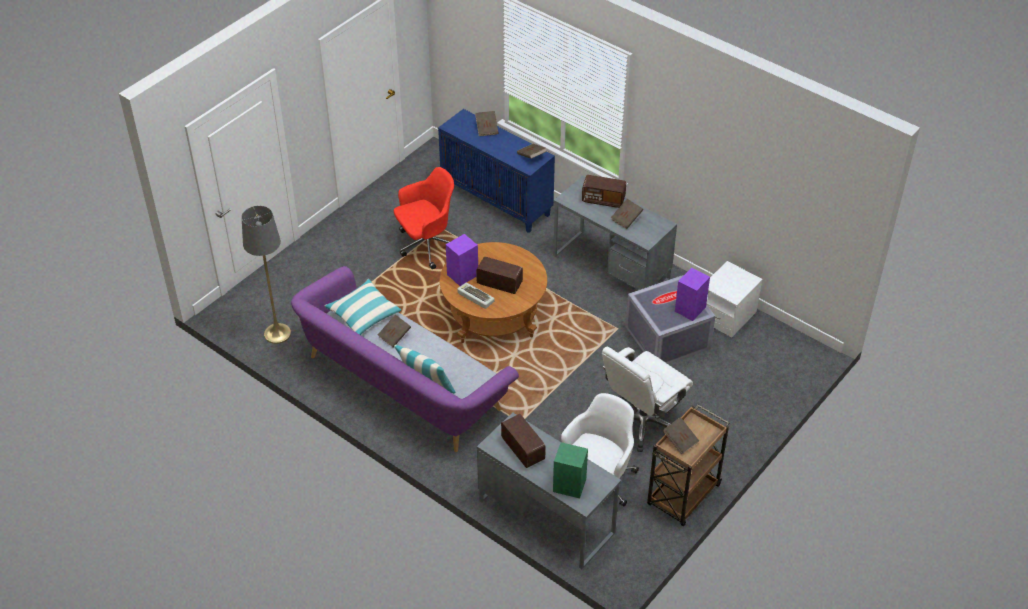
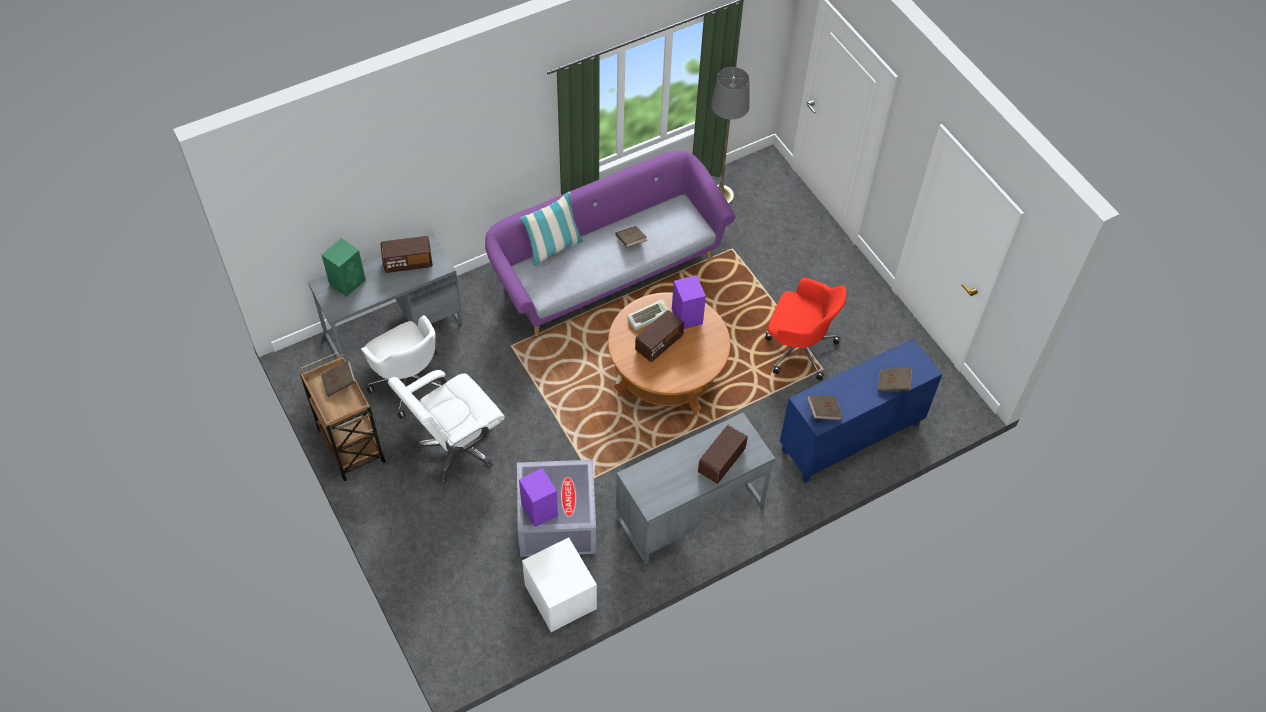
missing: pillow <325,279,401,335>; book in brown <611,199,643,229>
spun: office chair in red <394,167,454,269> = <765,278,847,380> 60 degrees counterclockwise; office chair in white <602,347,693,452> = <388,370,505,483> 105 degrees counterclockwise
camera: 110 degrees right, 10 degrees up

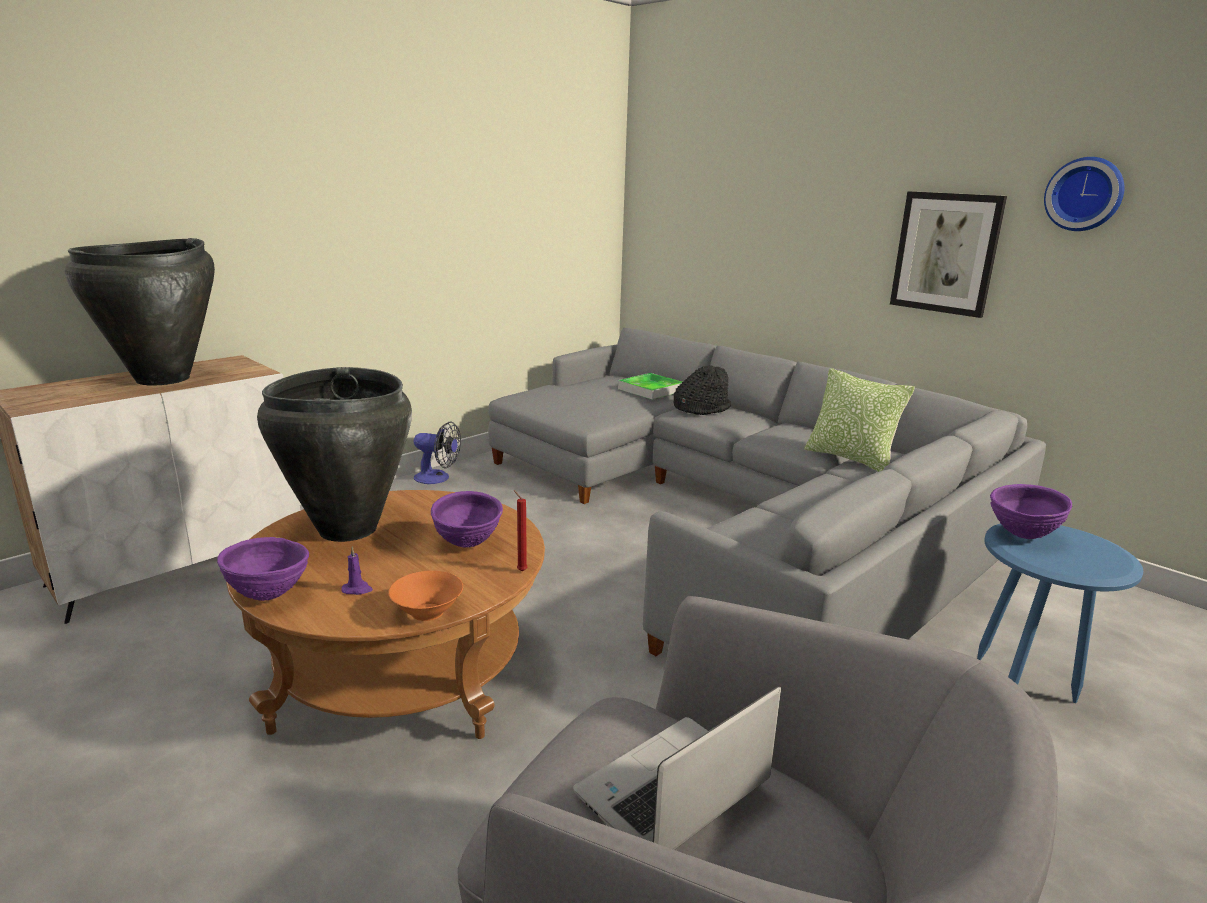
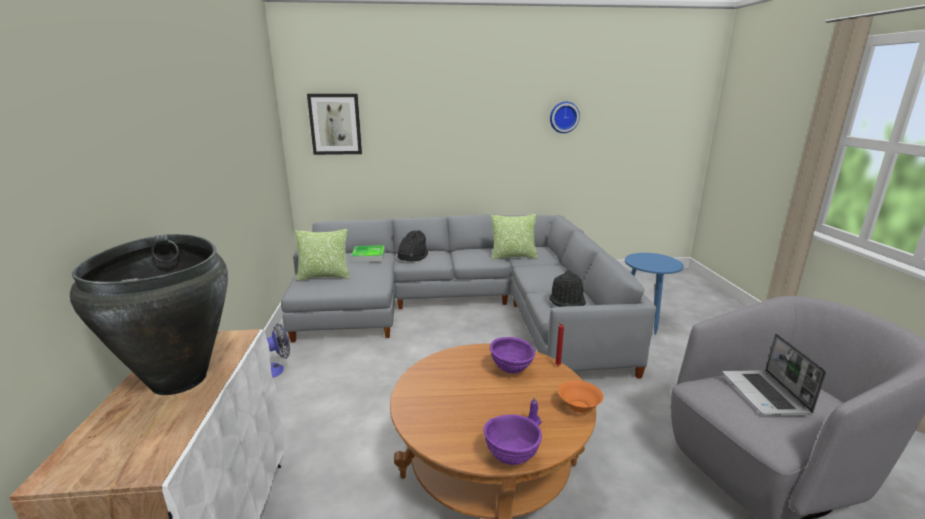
missing: vase in black <257,367,412,542>; bowl in purple <990,484,1072,539>
appeared: pillow <295,229,350,280>; hat in black <549,270,586,307>
relocated: picture <890,191,1007,318> to <307,94,362,155>
camera: 50 degrees left, 0 degrees up

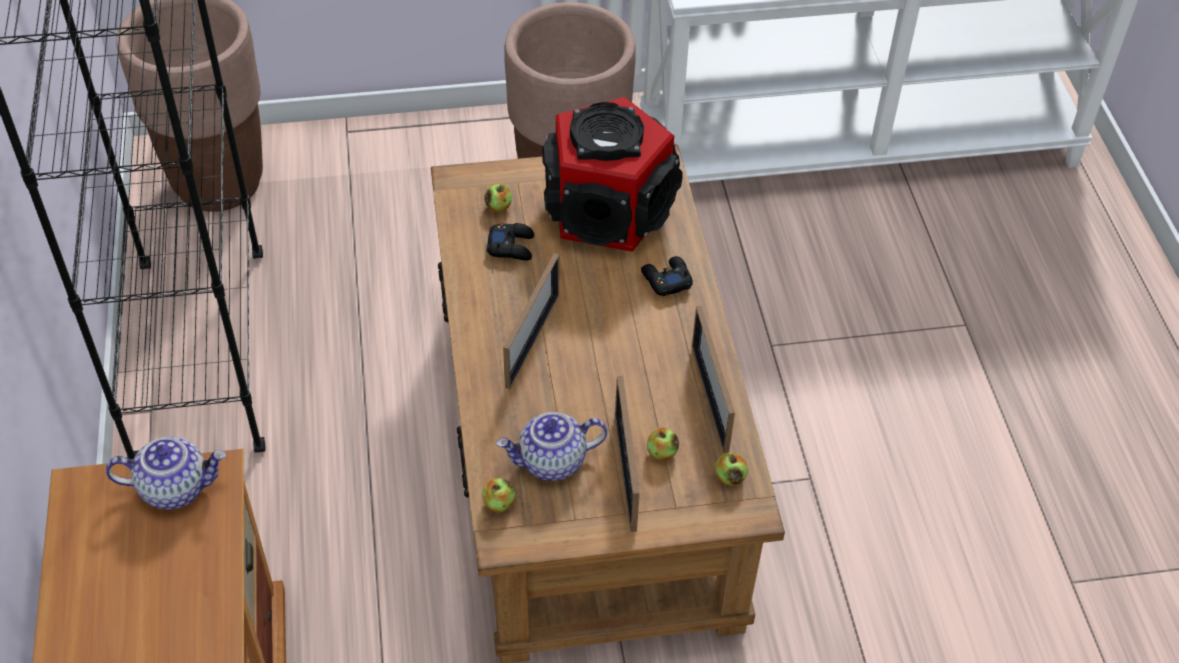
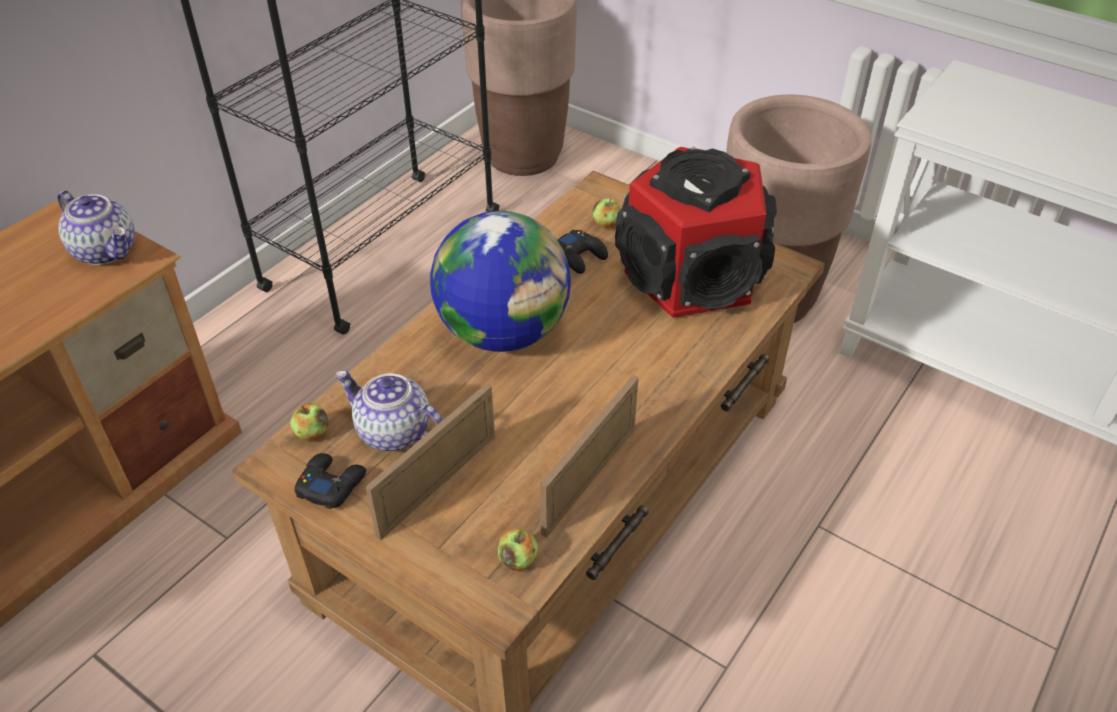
missing: apple <647,427,679,461>
relocated: game controller in black <641,256,693,296> to <295,453,366,509>
exchanged: picture frame <503,253,559,389> to globe <430,211,571,352>
camera: 45 degrees right, 5 degrees down

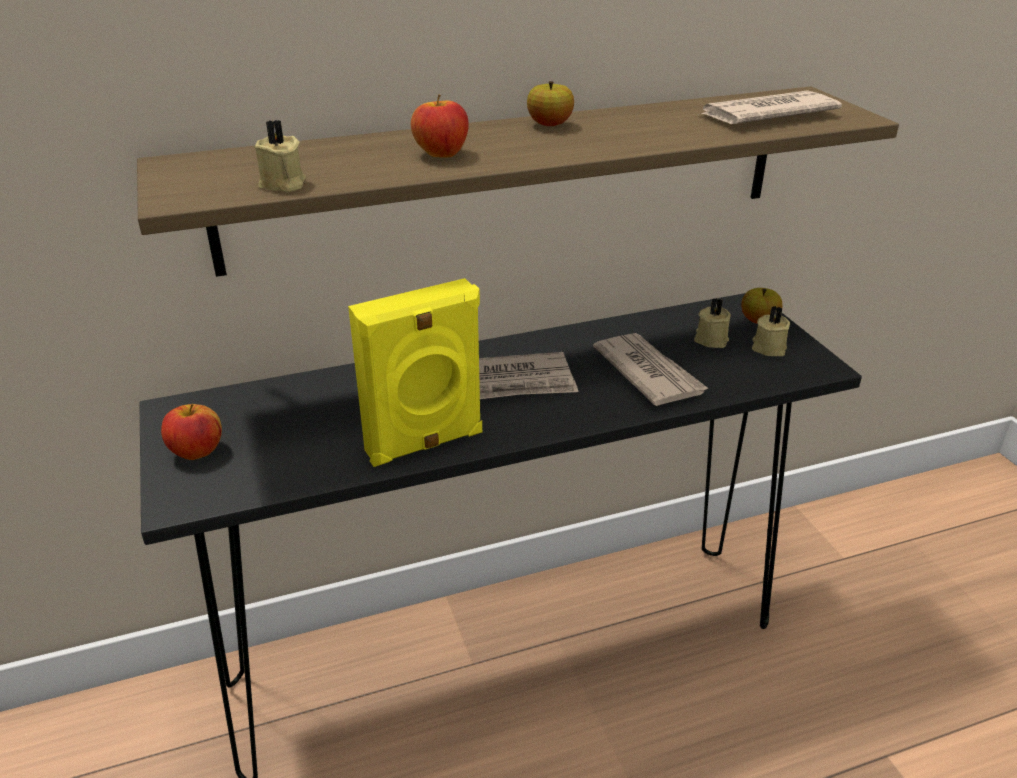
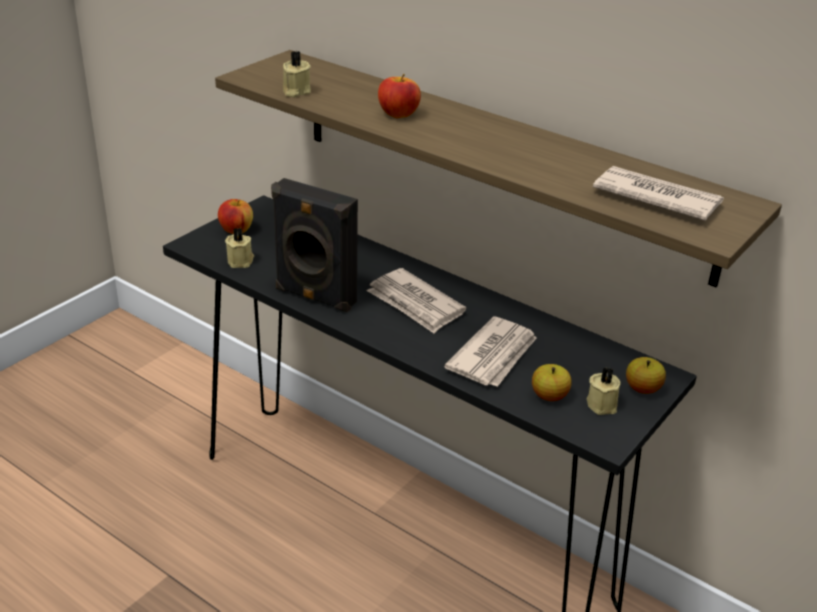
relocated: apple <527,81,574,126> to <532,364,572,401>; candle in beige <694,298,731,348> to <225,228,254,268>
colour: speaker in yellow <348,278,482,467> to speaker in black <271,178,358,313>
camera: 55 degrees right, 0 degrees up

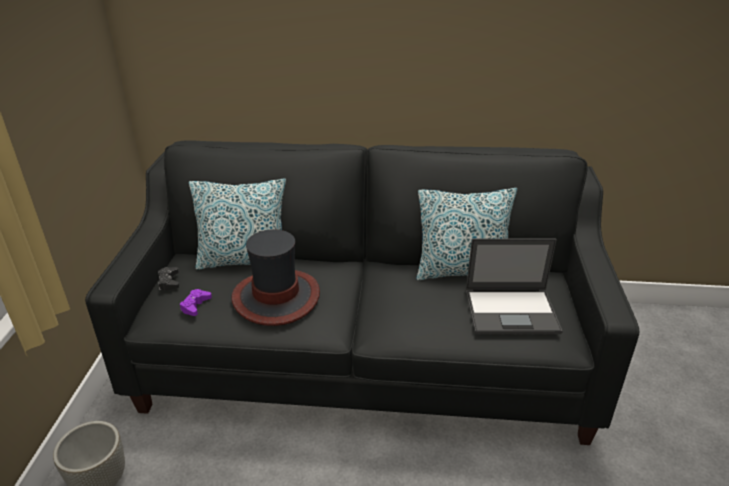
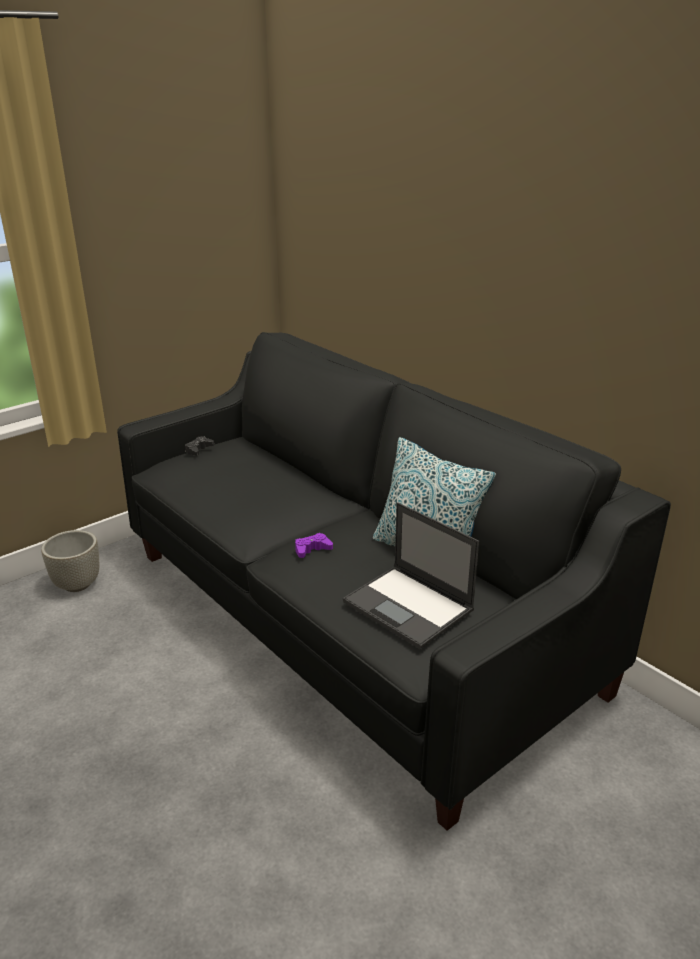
missing: pillow <189,178,286,270>; hat <232,229,320,326>
relocated: game controller in purple <180,289,212,316> to <295,533,333,558>
camera: 45 degrees right, 5 degrees down

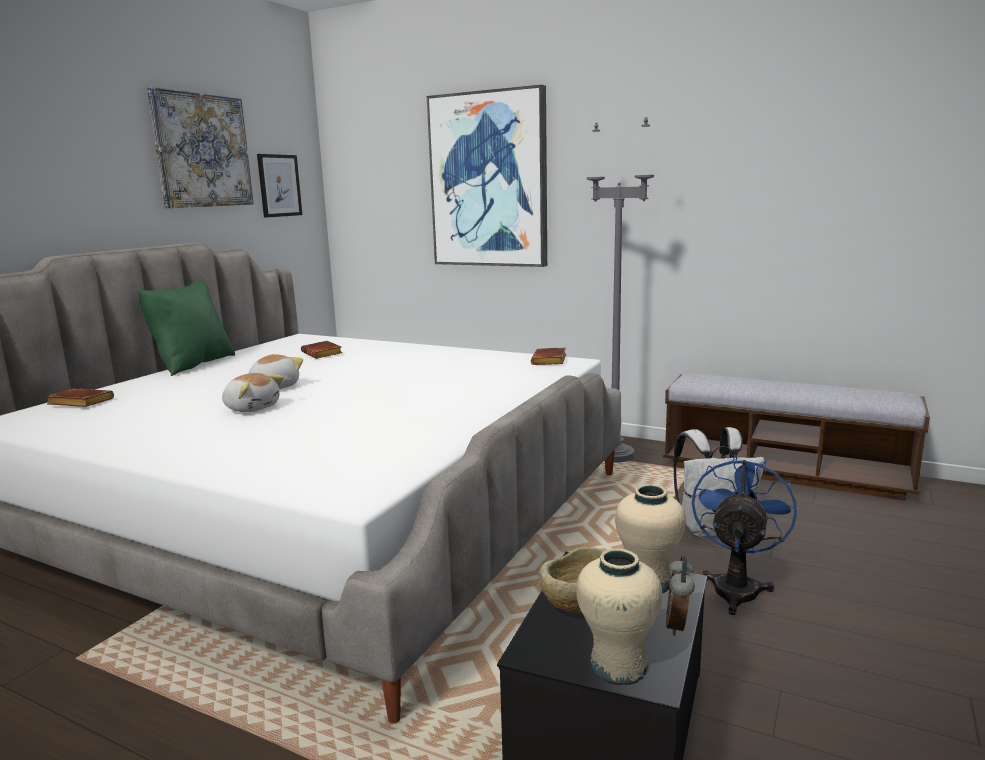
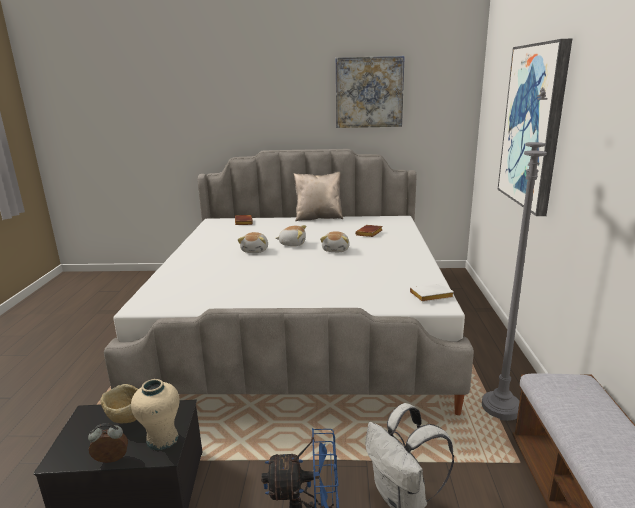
missing: picture <257,154,302,218>; vase in beige <576,548,662,685>
appeared: plush toy <320,231,350,252>
colour: pillow in green <138,280,235,376> to pillow in beige <294,172,343,221>; book in brown <531,347,566,365> to book in white <410,283,454,302>
camera: 65 degrees right, 5 degrees up

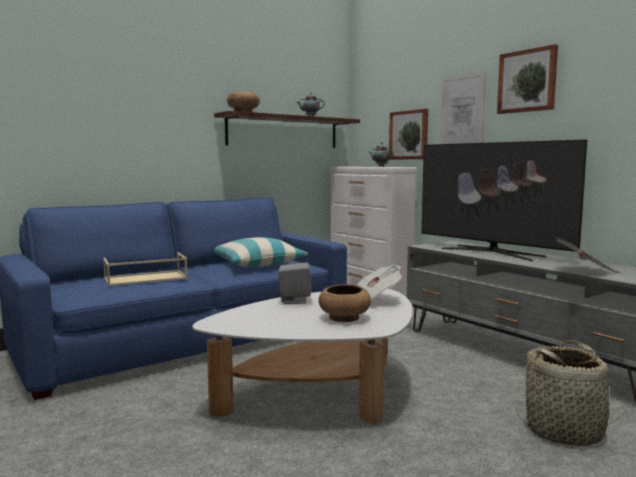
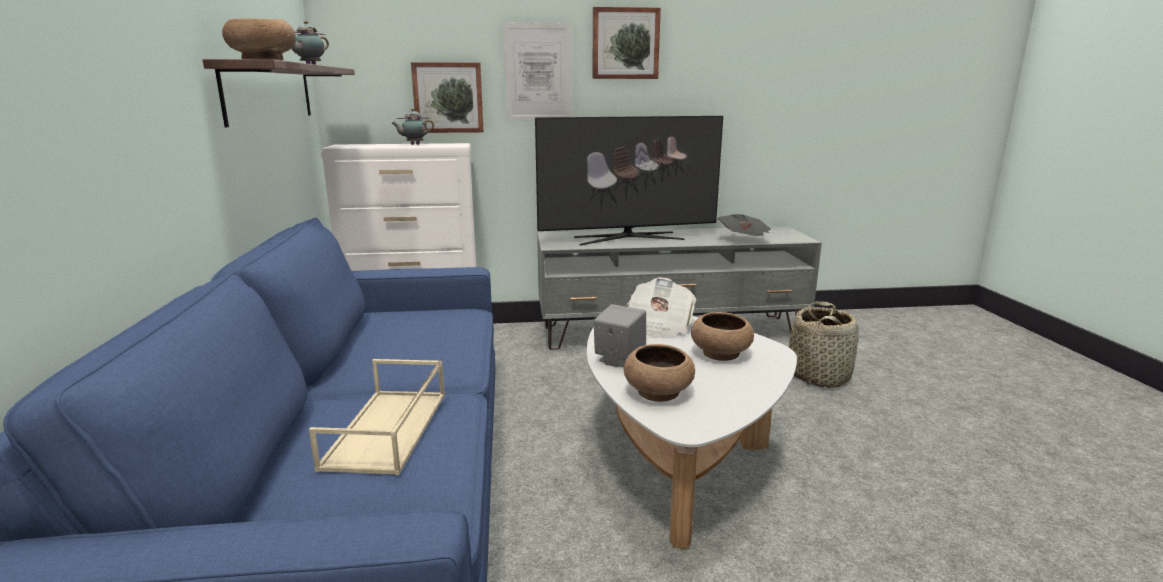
missing: pillow <214,237,308,267>
appeared: bowl in brown <624,344,695,402>
camera: 60 degrees left, 10 degrees up

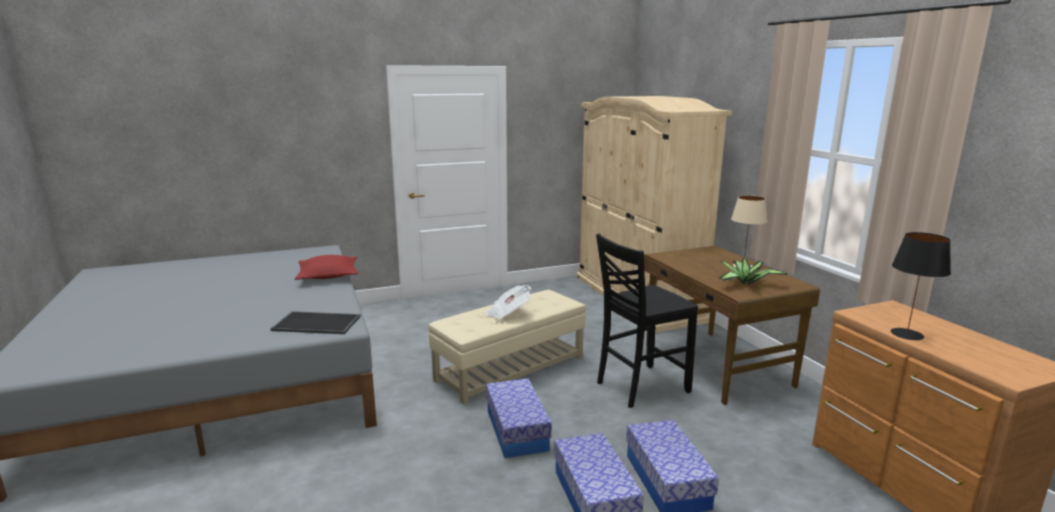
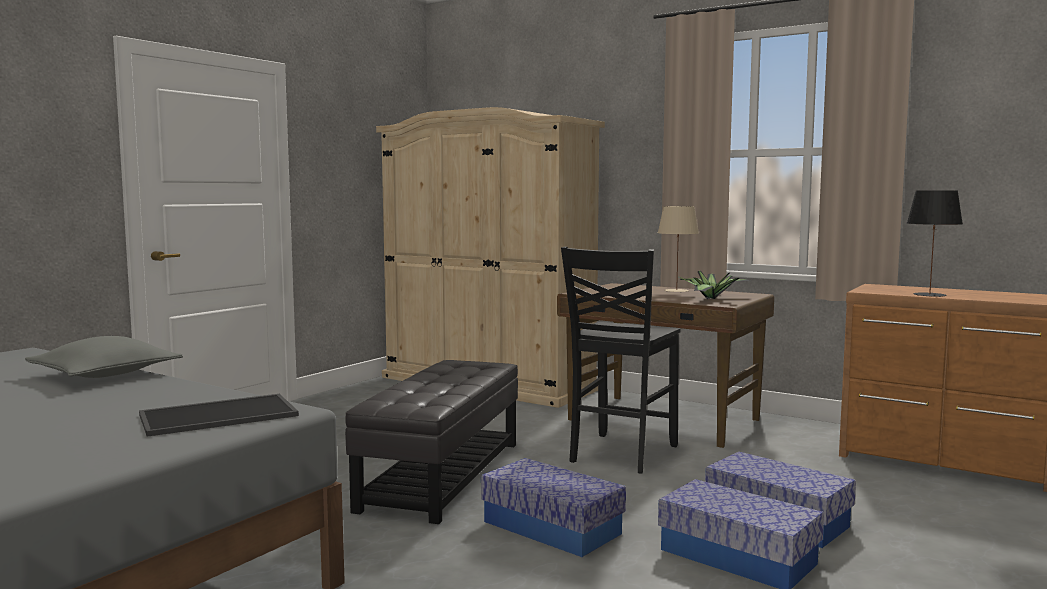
missing: newspaper <485,285,531,319>
colour: pillow in red <295,255,359,280> to pillow in grey <25,336,183,378>; ottoman in beige <429,290,586,404> to ottoman in black <345,360,518,524>
camera: 35 degrees left, 10 degrees down

